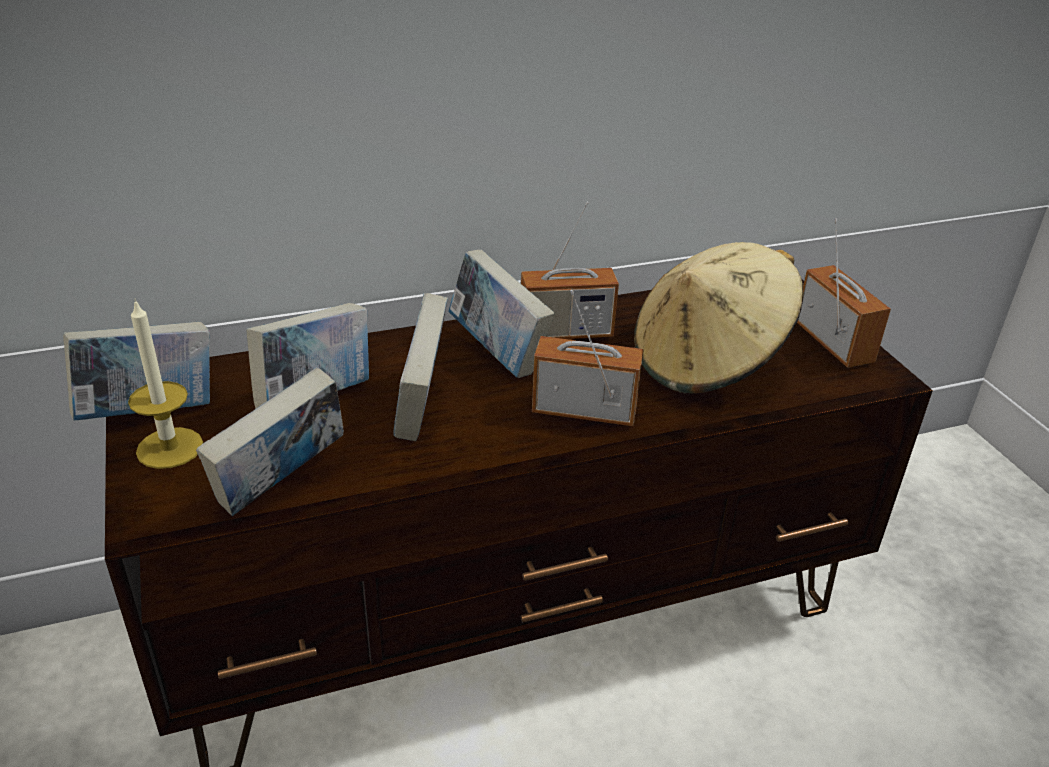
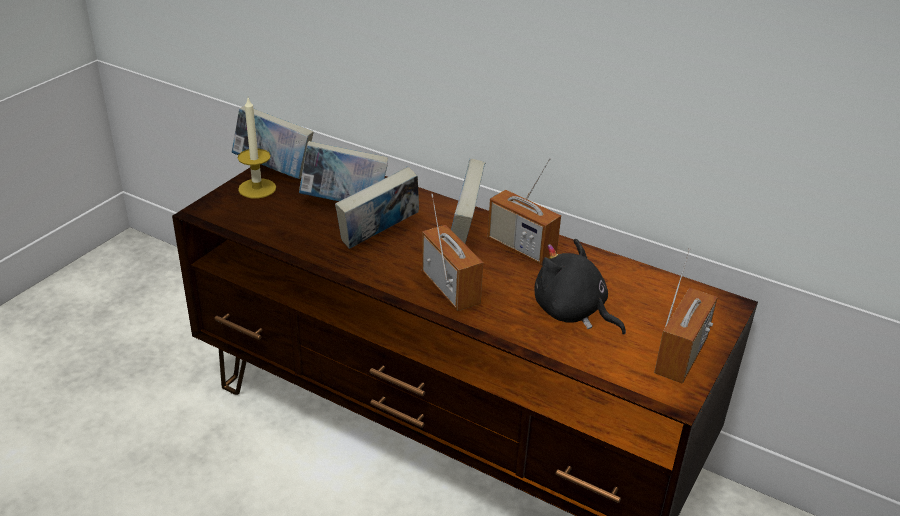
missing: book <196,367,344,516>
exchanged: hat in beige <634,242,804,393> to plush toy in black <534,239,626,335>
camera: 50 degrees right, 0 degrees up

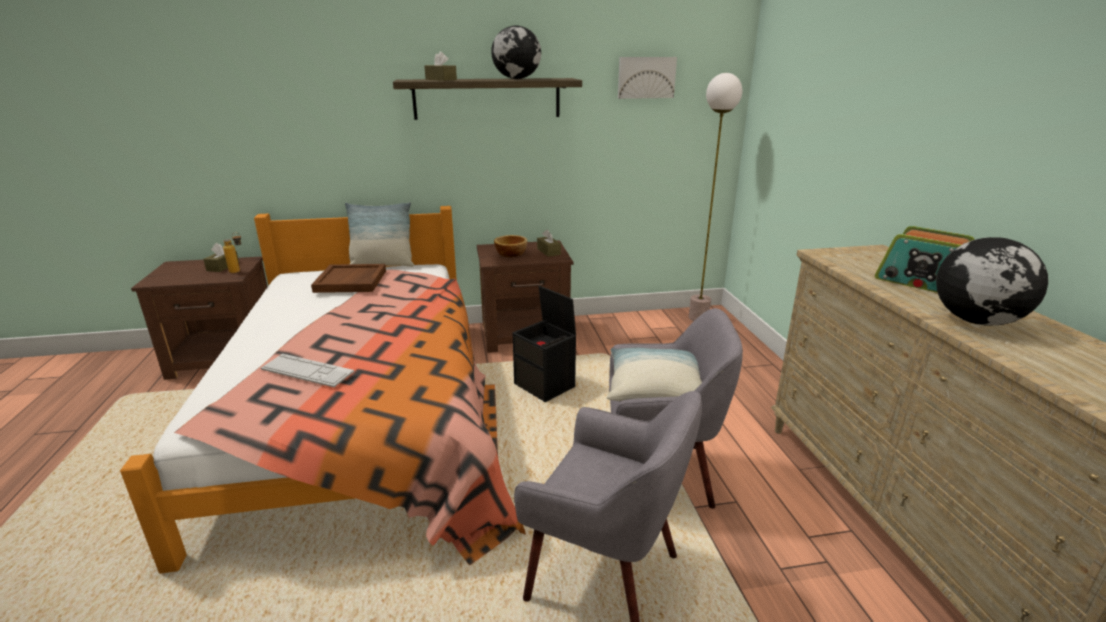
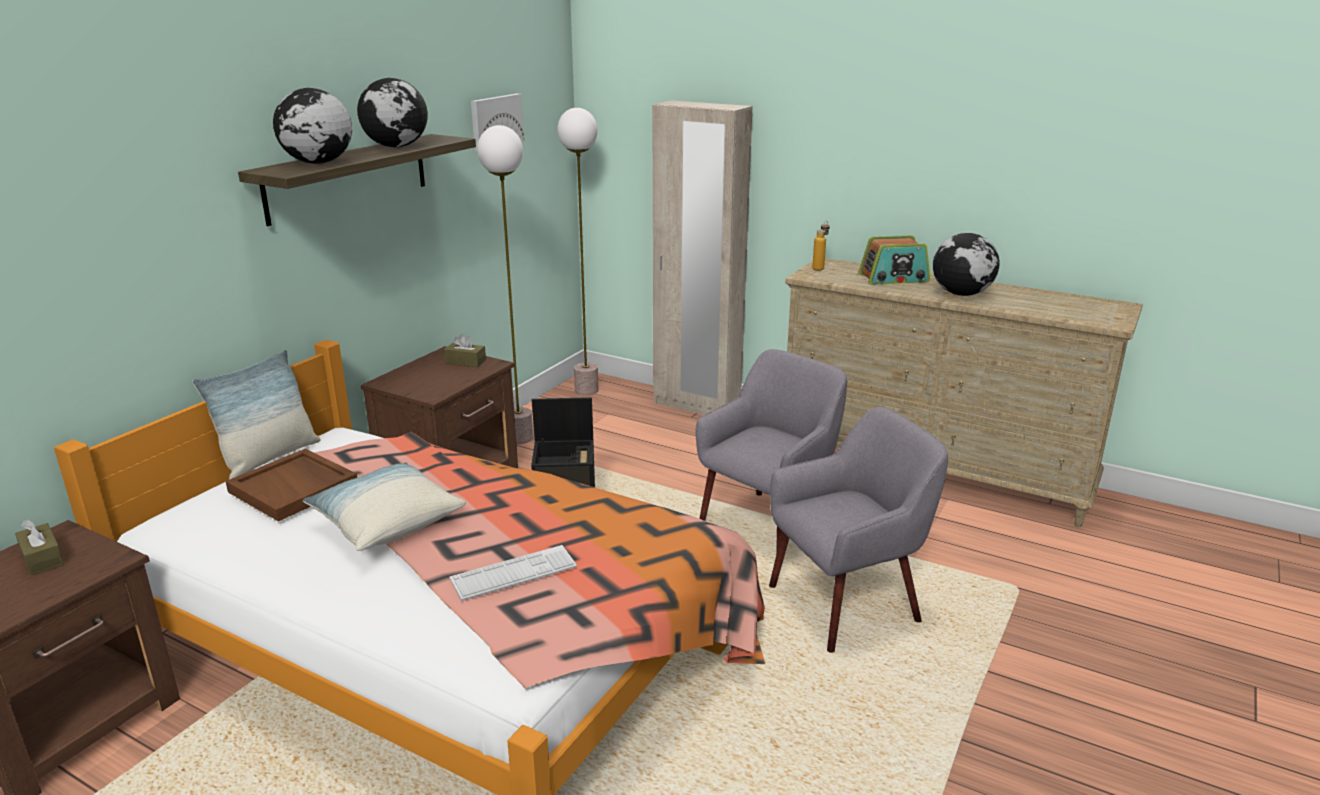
missing: bowl <494,235,527,257>
appeared: floor lamp <477,125,533,444>; wardrobe in beige <652,100,753,415>
relocated: bottle <223,233,241,273> to <812,220,830,271>; pillow <607,348,702,401> to <303,462,466,551>
exchanged: tissue box in brown <425,52,457,81> to globe <273,88,352,164>
camera: 50 degrees left, 0 degrees up

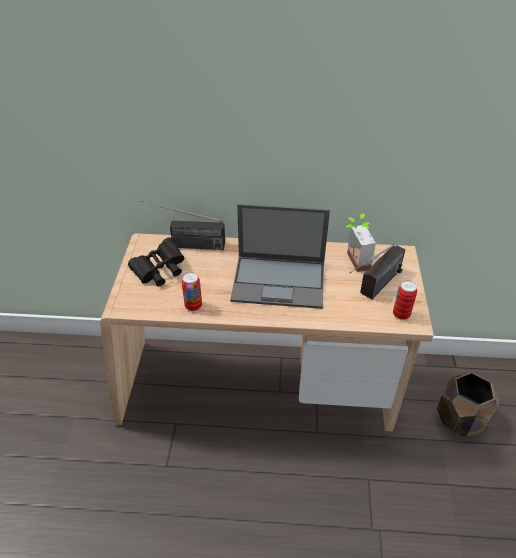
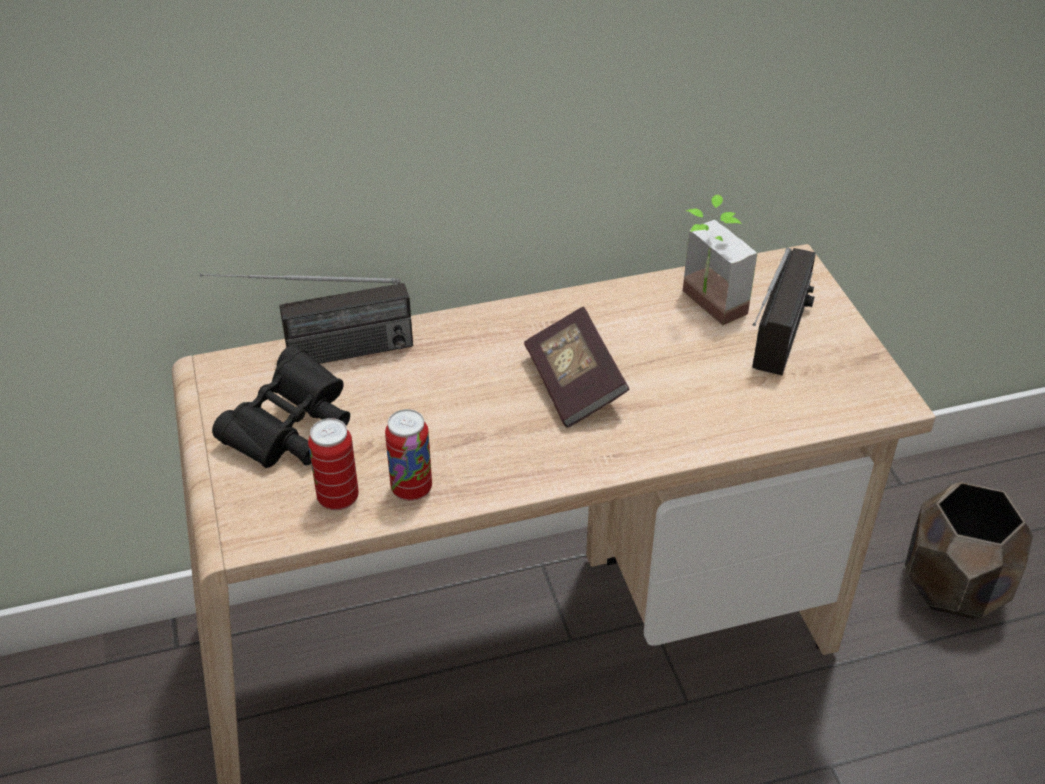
relocated: can <393,280,417,320> to <308,418,359,510>
exchanged: laptop <230,204,330,309> to book <524,307,630,428>
camera: 20 degrees left, 0 degrees up

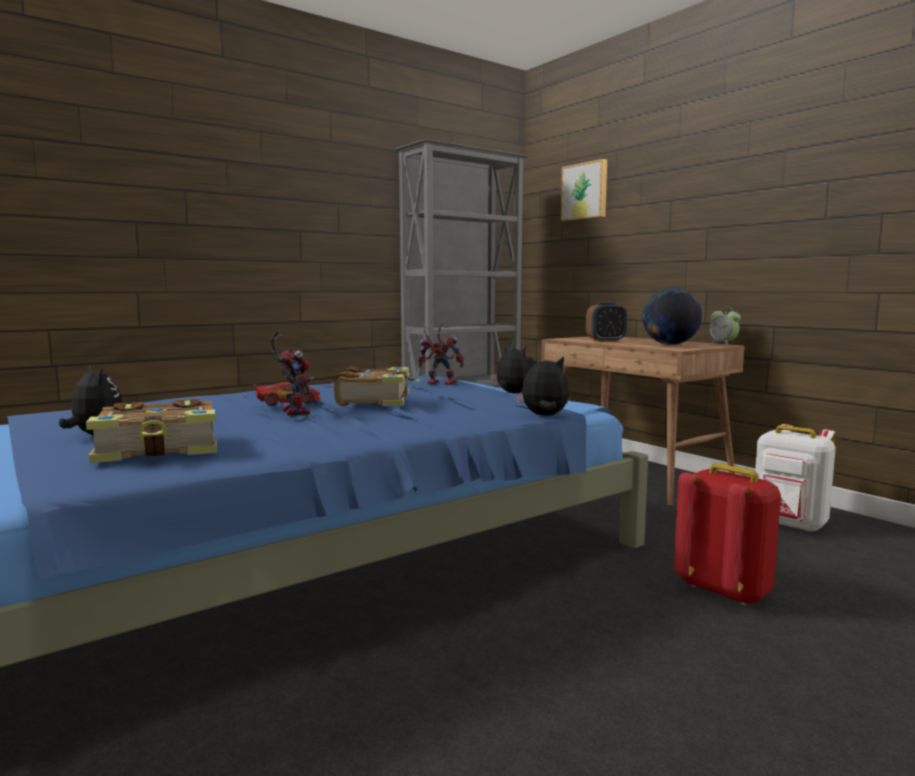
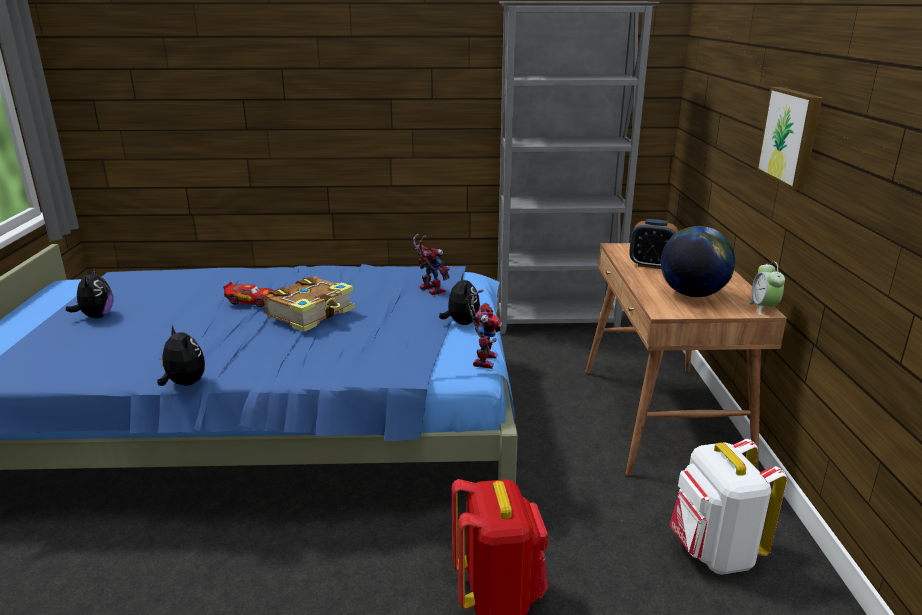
missing: book <86,399,217,463>
relocated: toy robot <271,330,314,416> to <466,289,502,369>; plush toy <516,356,569,416> to <157,325,205,386>; picture <561,159,607,222> to <756,87,823,190>
camera: 35 degrees right, 15 degrees up

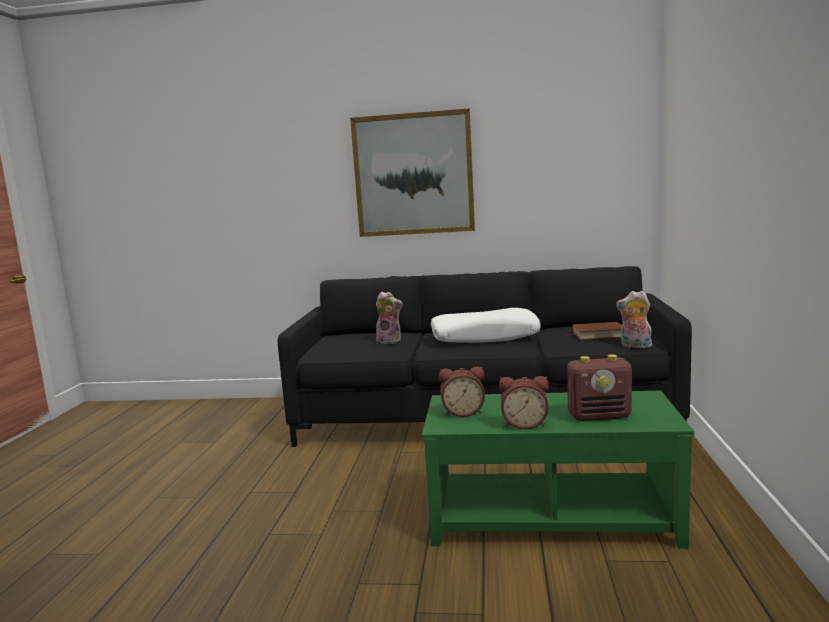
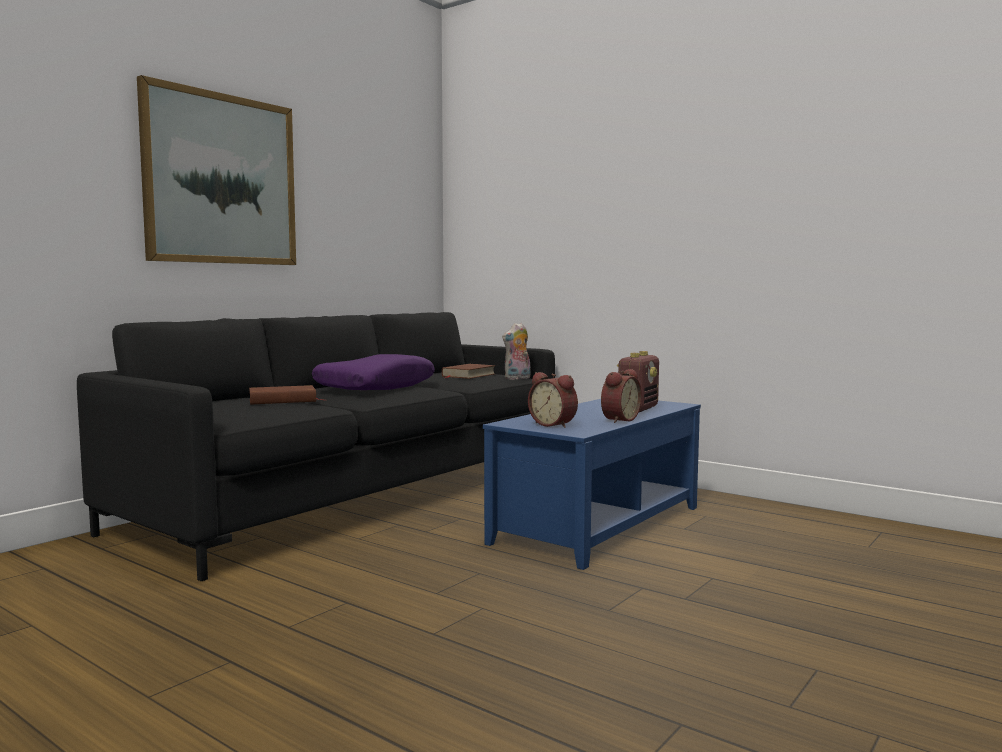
exchanged: plush toy <376,292,403,344> to book in brown <249,385,320,405>
colour: coffee table in green <422,391,694,549> to coffee table in blue <483,399,701,570>; pillow in white <430,308,541,343> to pillow in purple <312,354,435,390>
spun: alarm clock <439,367,485,417> = <528,372,578,428> 105 degrees clockwise
camera: 60 degrees left, 5 degrees down

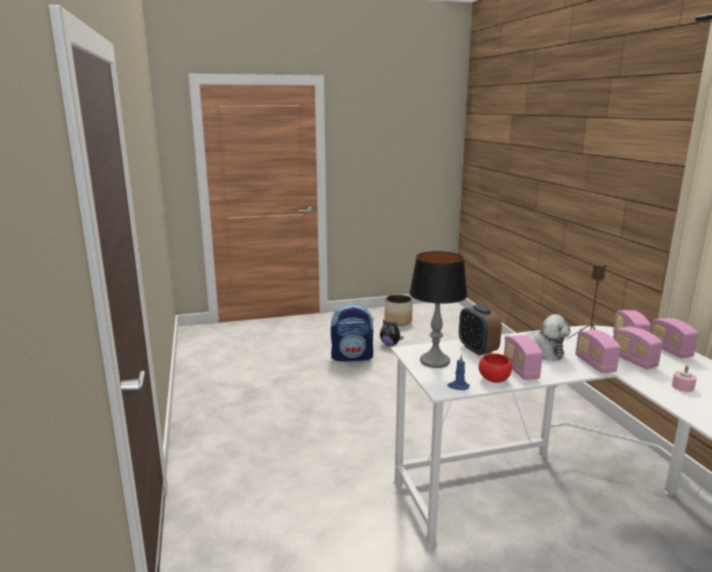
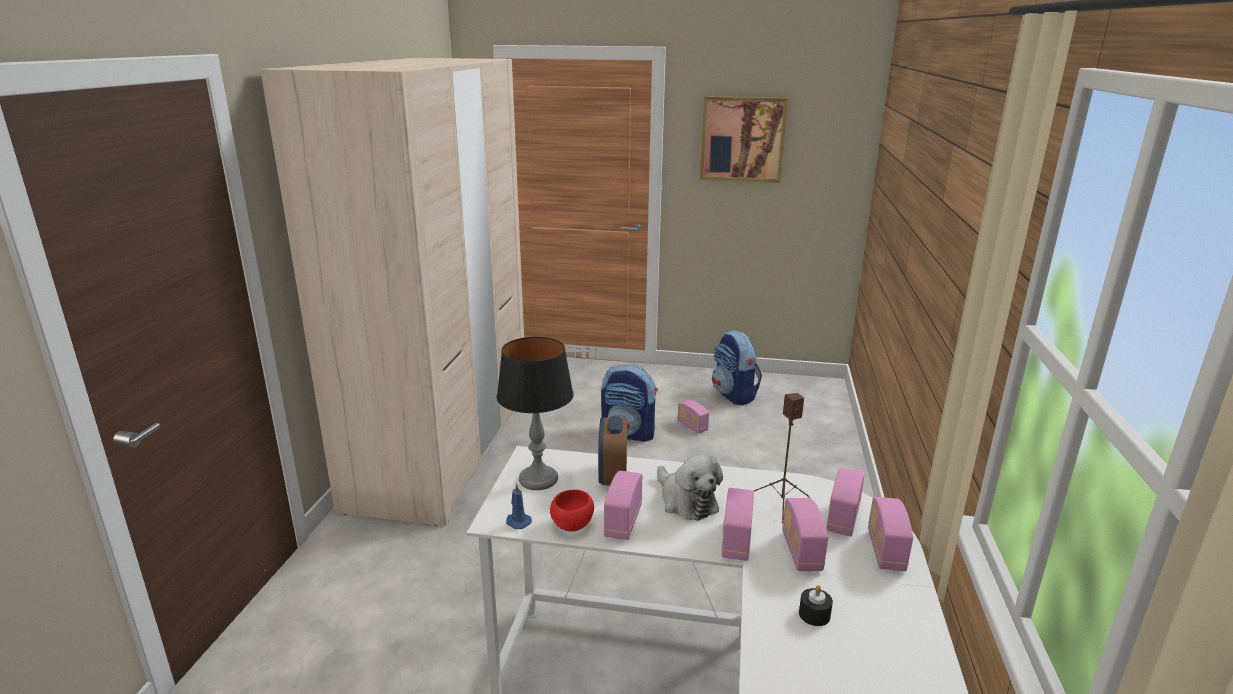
appeared: wardrobe in beige <260,58,524,526>; picture <700,96,788,183>
exchanged: plush toy <380,320,404,346> to radio <677,400,709,433>; planter <385,295,413,326> to backpack <712,330,762,406>
colour: candle in pink <672,366,697,392> to candle in black <799,585,833,626>
camera: 25 degrees right, 5 degrees up

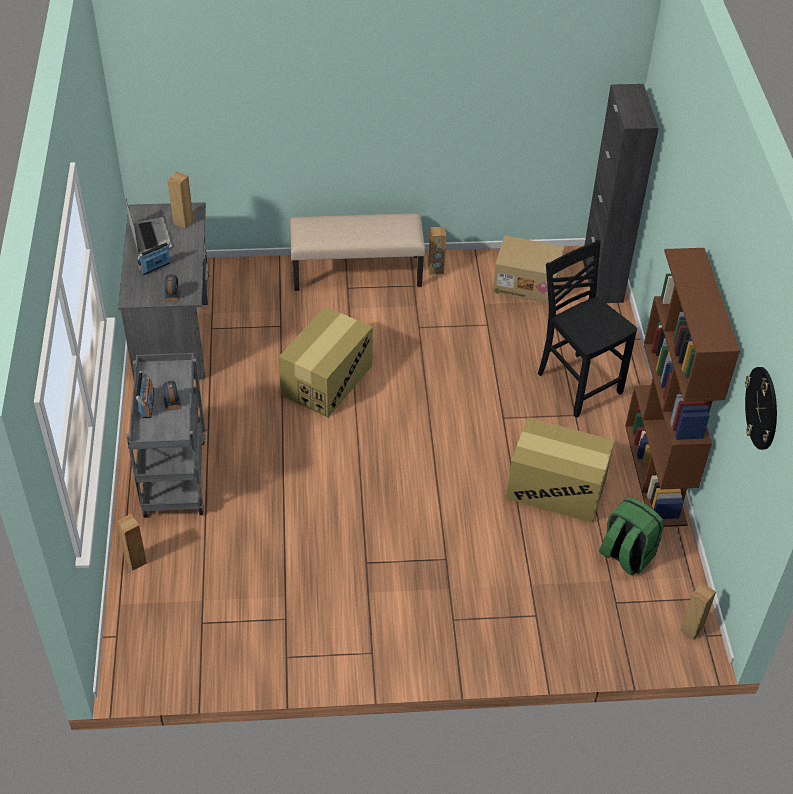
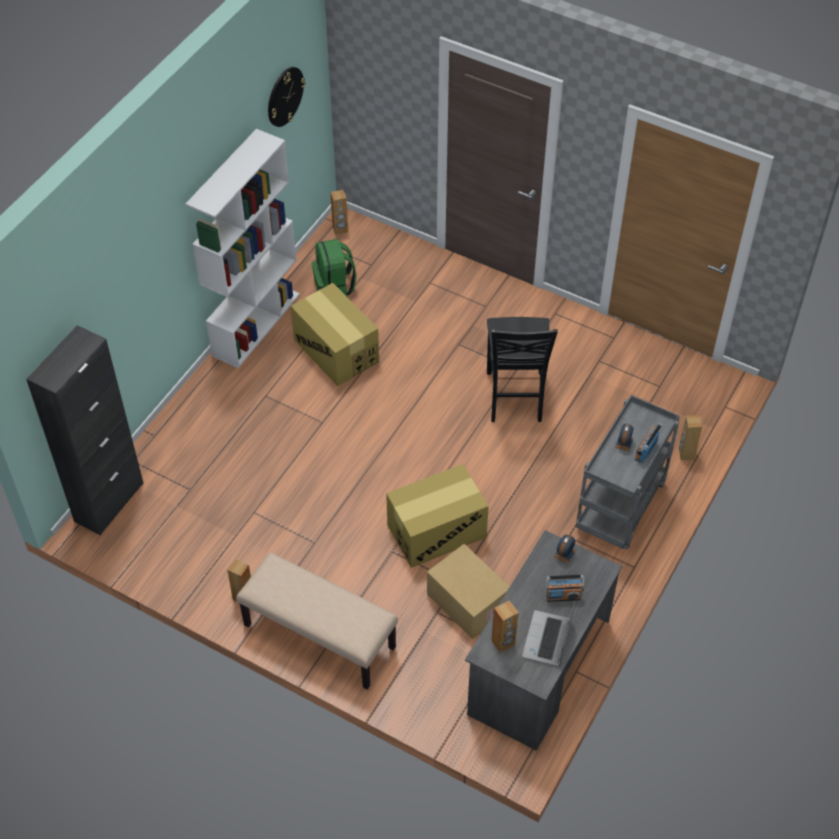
relocated: cardboard box <493,236,565,303> to <427,544,510,639>; chair in black <538,239,637,418> to <487,317,558,422>
colour: bookcase in brown <625,248,740,527> to bookcase in white <185,129,300,368>
camera: 145 degrees left, 5 degrees up

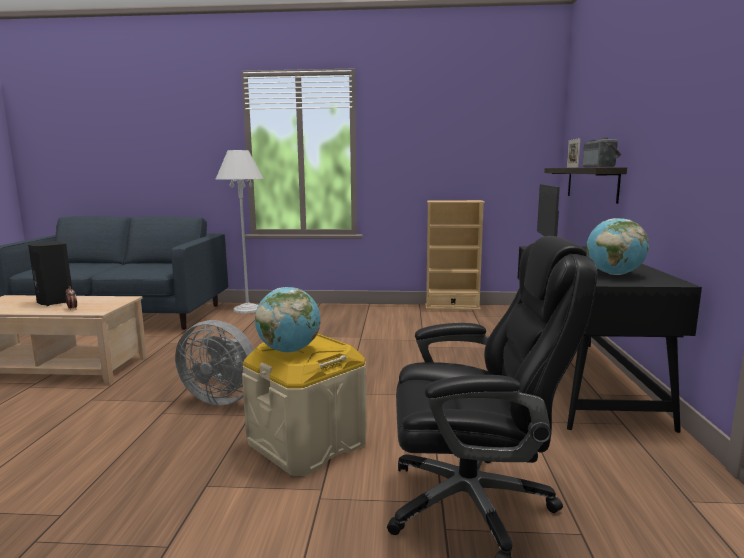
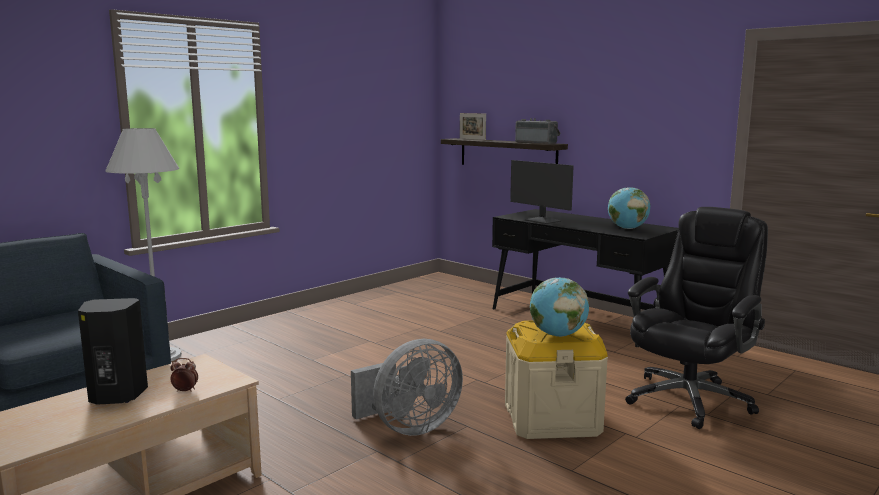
missing: bookcase in beige <425,200,485,310>
camera: 50 degrees left, 0 degrees up

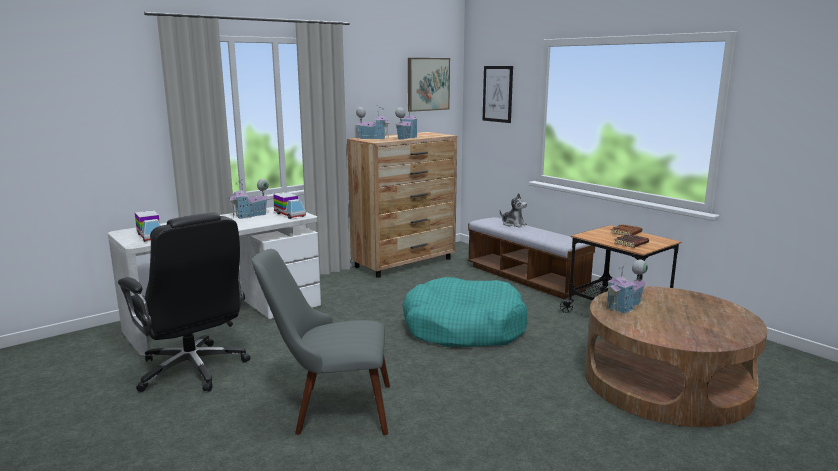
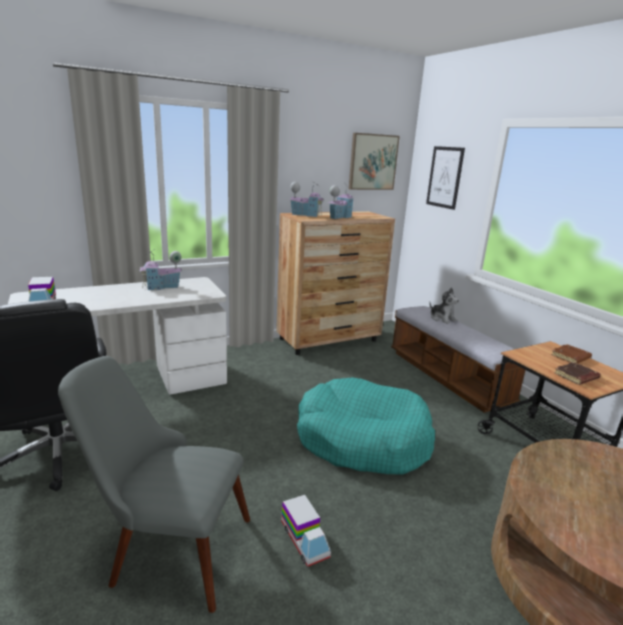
missing: toy house <607,260,648,314>
relocated: toy truck <273,192,306,219> to <281,494,331,567>
camera: 10 degrees right, 5 degrees up

